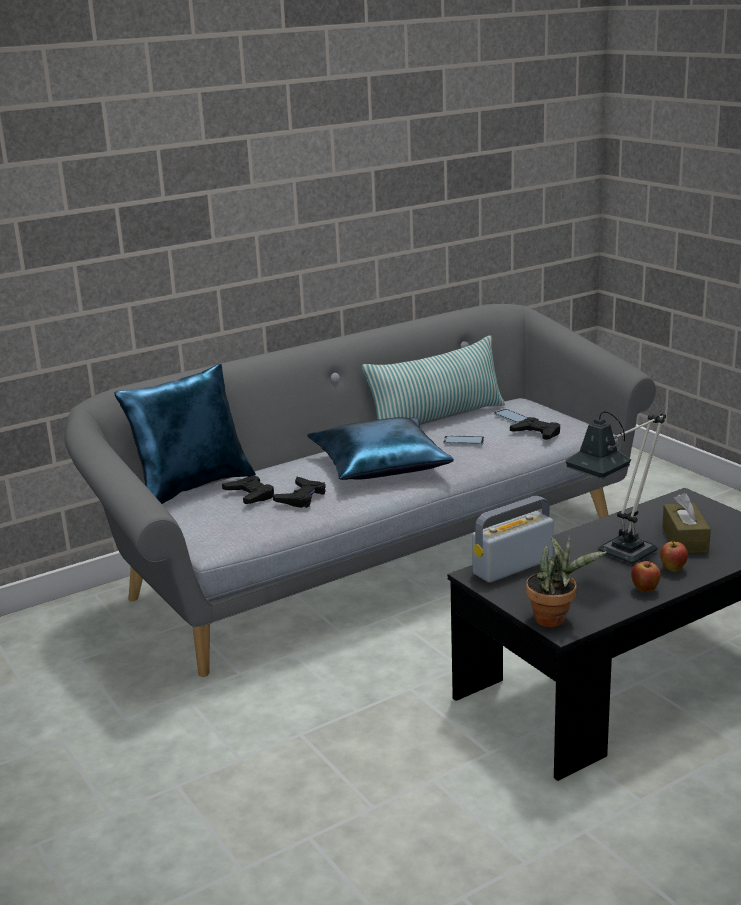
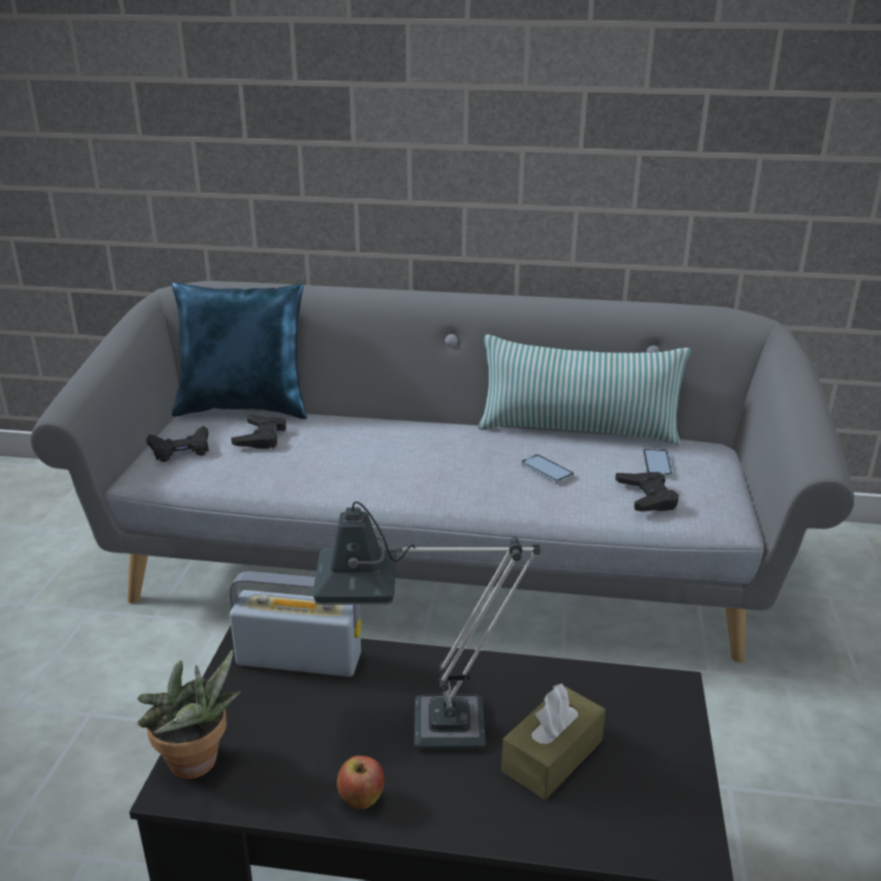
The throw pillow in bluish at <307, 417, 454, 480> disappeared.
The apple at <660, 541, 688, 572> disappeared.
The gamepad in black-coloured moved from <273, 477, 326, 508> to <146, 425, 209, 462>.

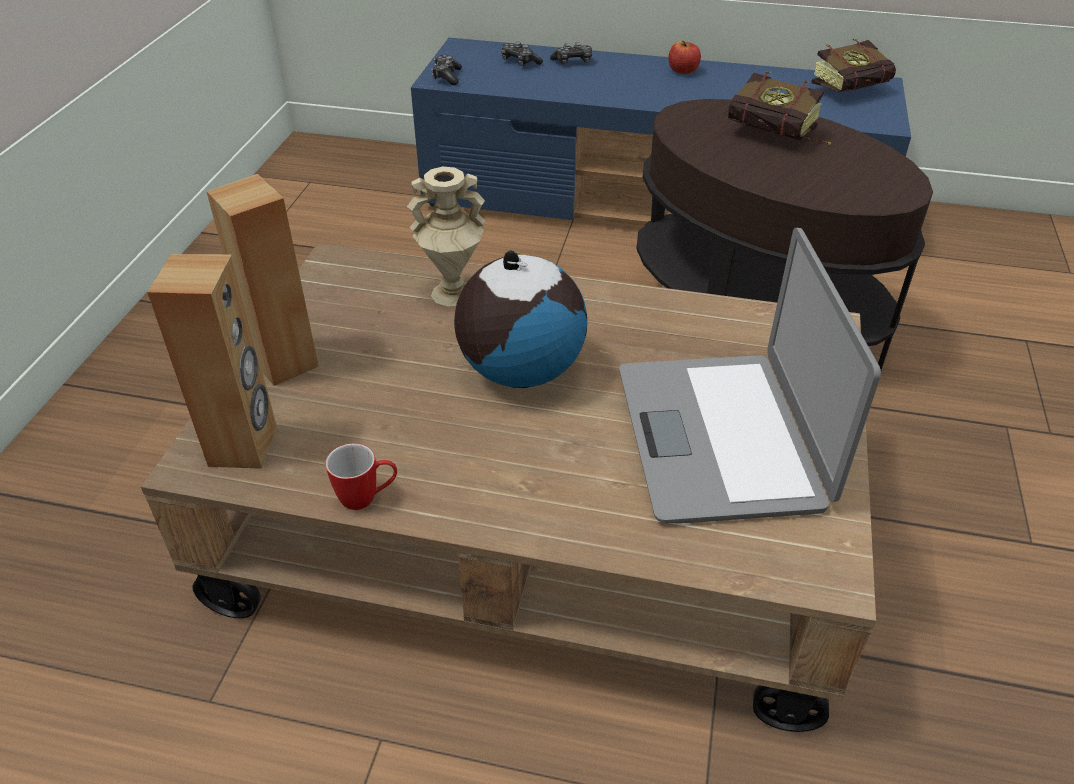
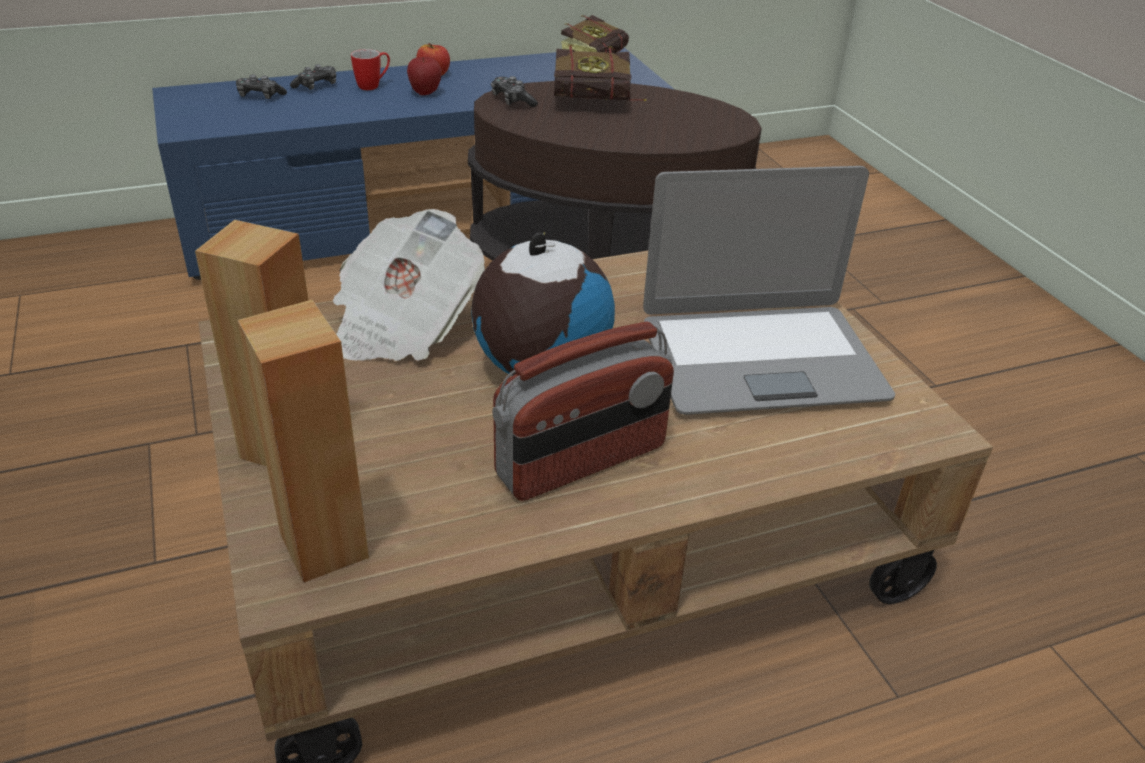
The apple at <407, 57, 442, 95> appeared.
The radio receiver at <492, 321, 674, 501> appeared.
The tea mug moved from <325, 443, 397, 510> to <351, 49, 390, 90>.
The gamepad moved from <431, 55, 462, 85> to <491, 76, 538, 107>.
The decorative vase in beige-coloured at <407, 167, 485, 307> was replaced by the printed paper at <333, 209, 485, 361>.
The notebook computer at <619, 228, 881, 523> turned 60 degrees counterclockwise.

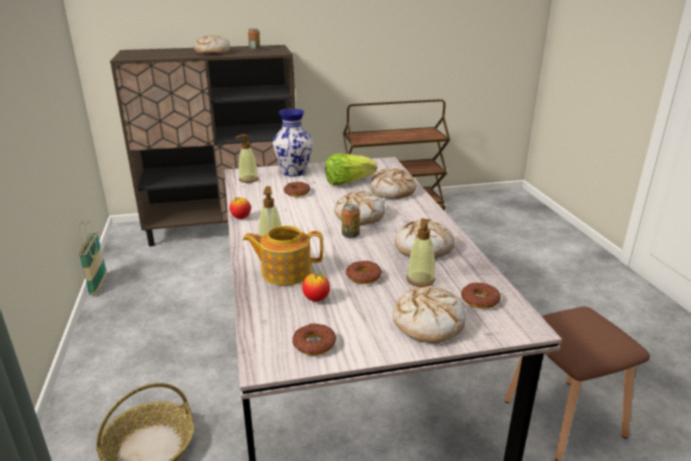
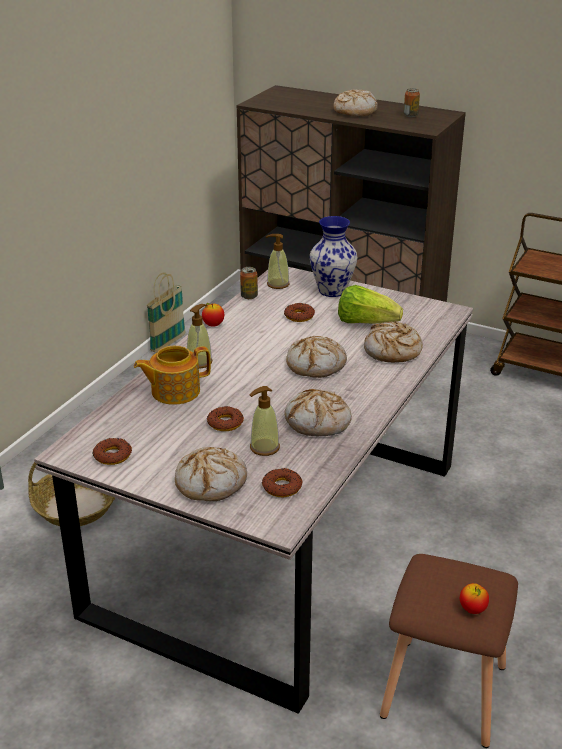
The apple moved from <302, 273, 330, 302> to <460, 583, 489, 614>.
The sealed can moved from <341, 204, 360, 238> to <240, 267, 258, 299>.
The pot for tea at <242, 226, 323, 286> turned 60 degrees counterclockwise.

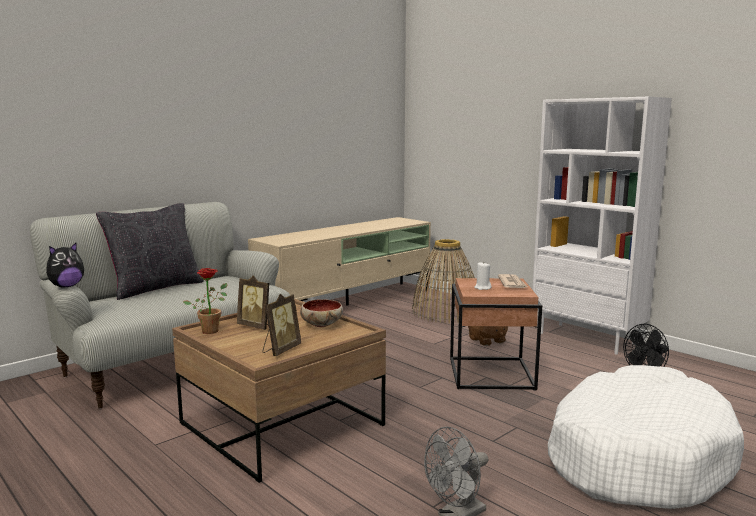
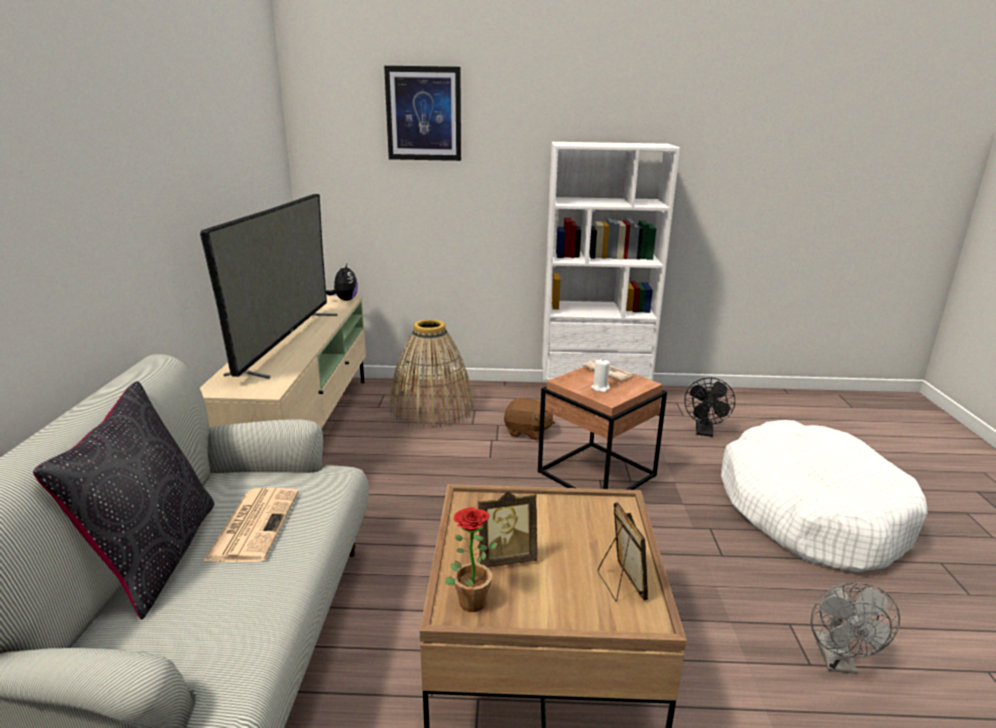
The serving bowl at <300, 299, 343, 327> disappeared.
The TV set at <200, 194, 337, 379> appeared.
The printed paper at <202, 488, 299, 562> appeared.
The wall picture at <384, 66, 461, 161> appeared.
The cuddly toy moved from <46, 243, 84, 287> to <326, 264, 358, 301>.

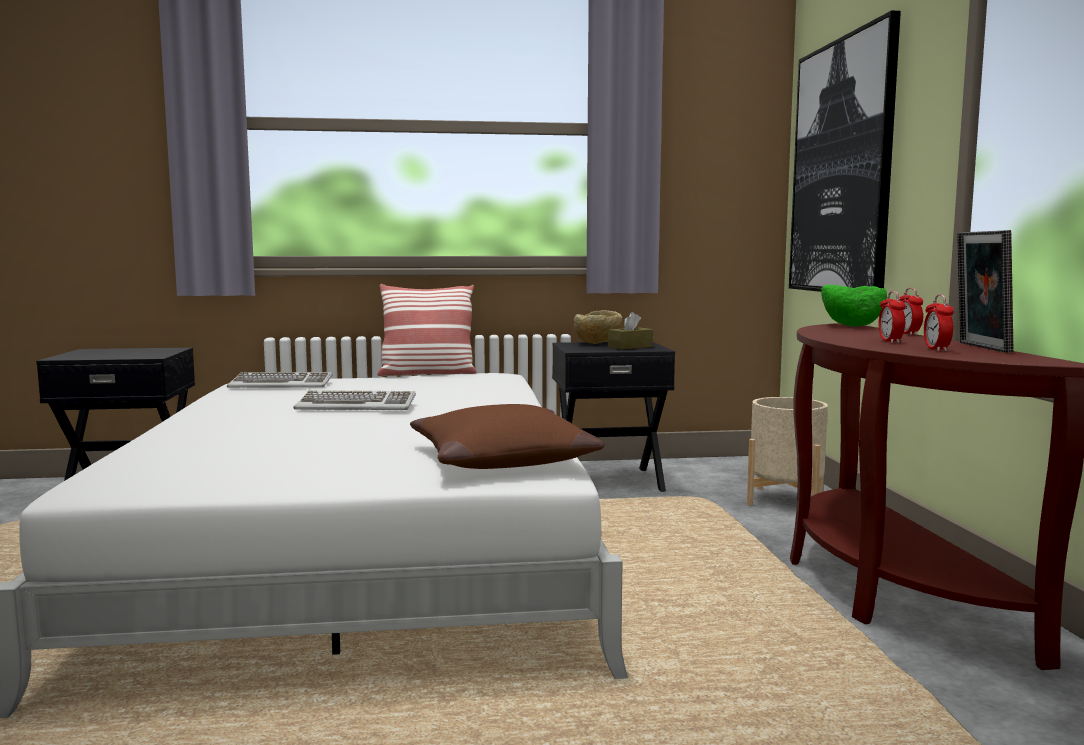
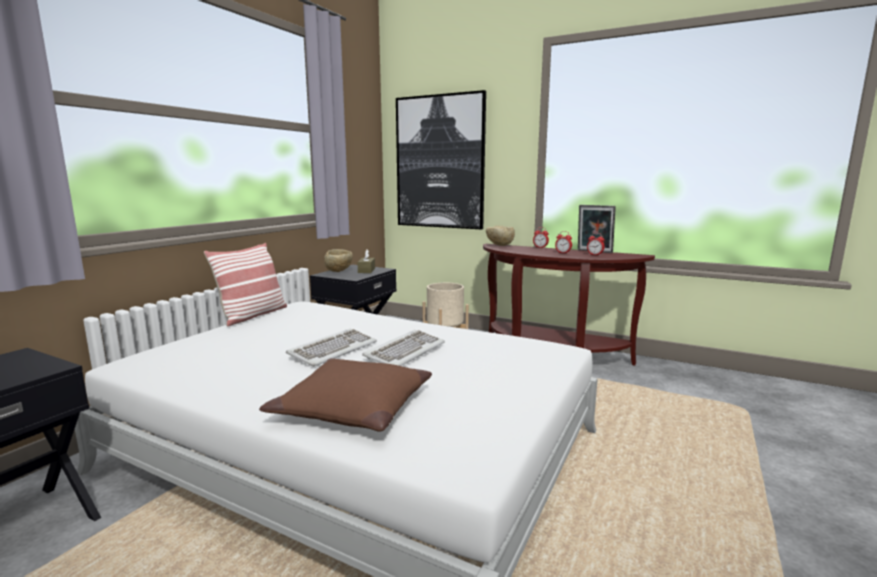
The computer keyboard moved from <227, 372, 333, 388> to <362, 330, 445, 366>.
The throw pillow in brown-coloured moved from <410, 404, 605, 469> to <259, 358, 432, 432>.
The serving bowl in greenish at <821, 285, 887, 327> became the serving bowl in beige-coloured at <486, 226, 515, 246>.

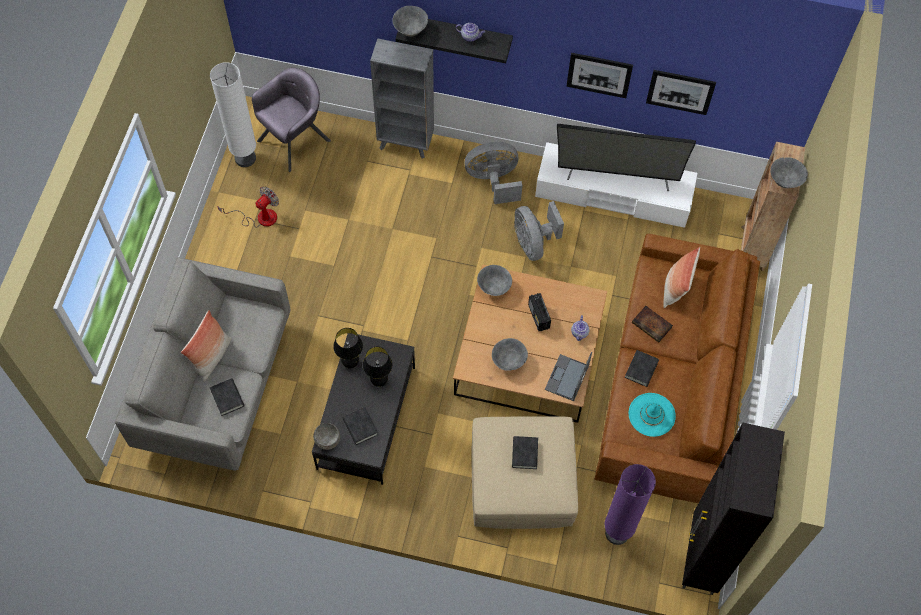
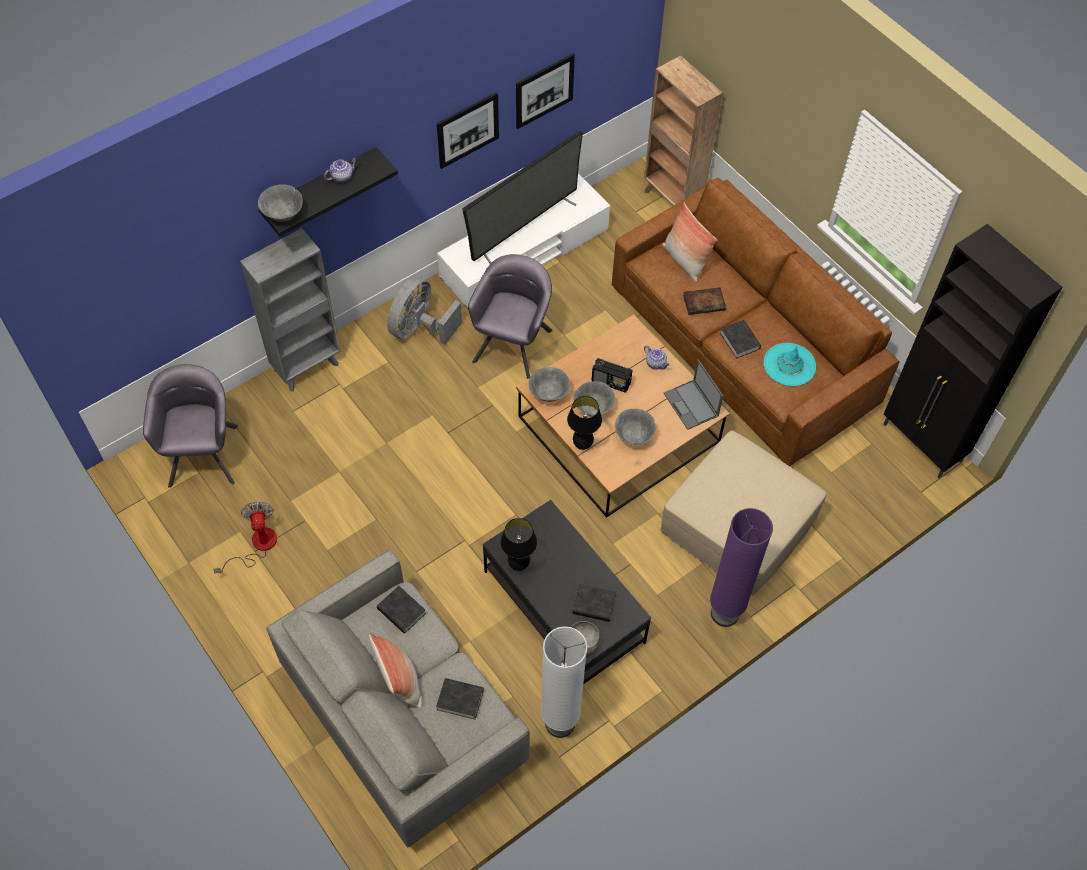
The standing lamp in white-coloured moved from <210, 62, 256, 167> to <541, 626, 587, 738>.
The table lamp in black-coloured moved from <363, 347, 393, 387> to <567, 396, 602, 450>.
The bound book in black-coloured moved from <512, 436, 538, 469> to <377, 586, 426, 633>.
The standing lamp in purple moved from <604, 464, 656, 545> to <710, 508, 773, 627>.
The serving bowl in greyish moved from <770, 157, 808, 188> to <573, 381, 615, 416>.
The electric fan in greyish at <514, 201, 564, 261> was replaced by the armchair in greyish at <468, 254, 553, 379>.

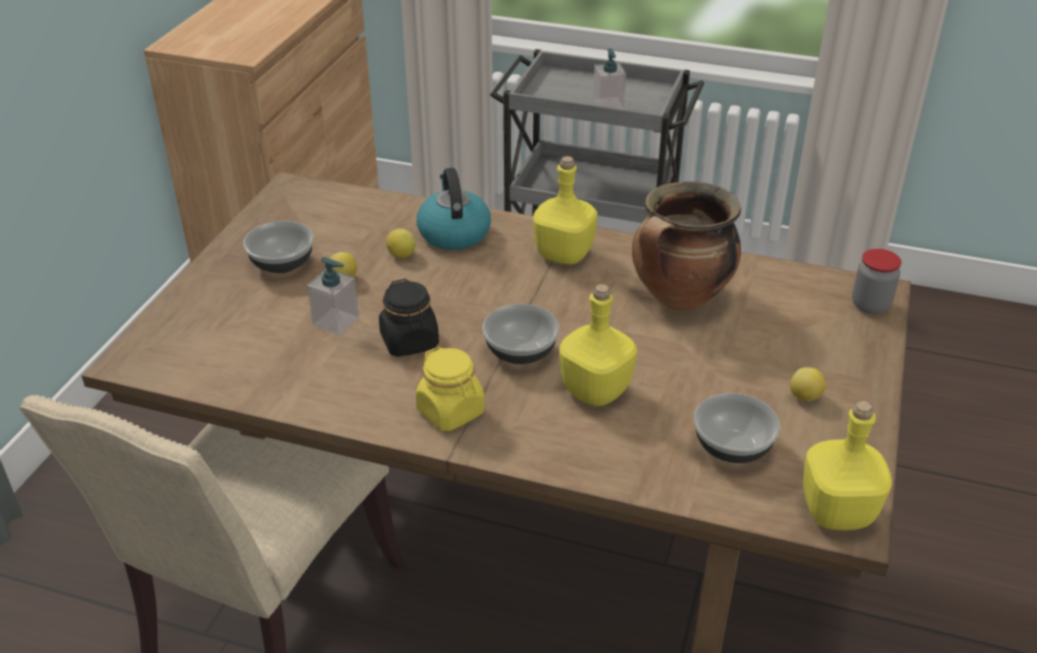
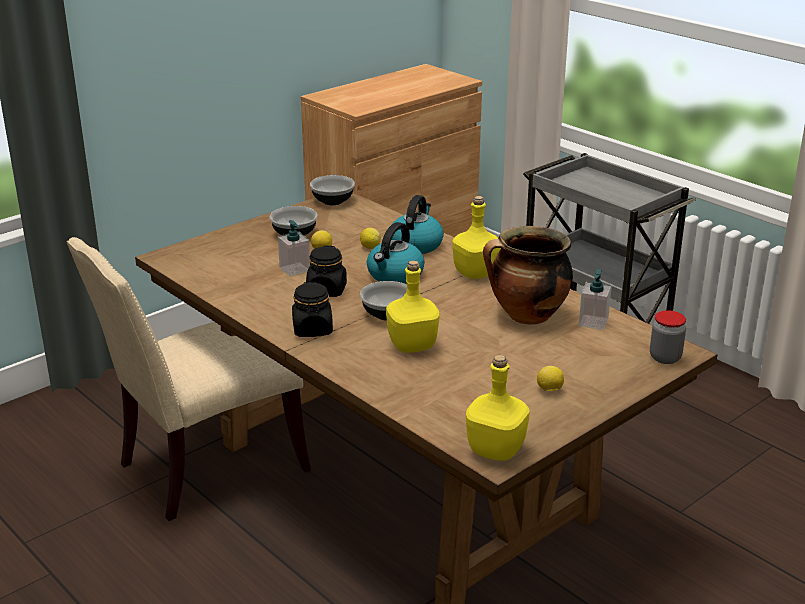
The water kettle at <367, 222, 425, 284> appeared.
The soap dispenser moved from <593, 48, 626, 109> to <579, 269, 612, 330>.
The serving bowl moved from <694, 393, 780, 463> to <310, 175, 355, 205>.
The preserve jar in yellow-coloured at <416, 347, 484, 431> became the preserve jar in black-coloured at <292, 282, 333, 337>.

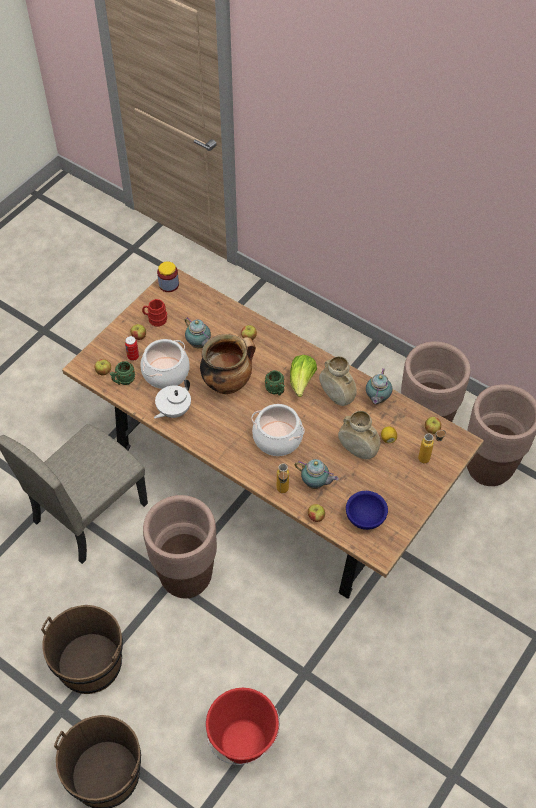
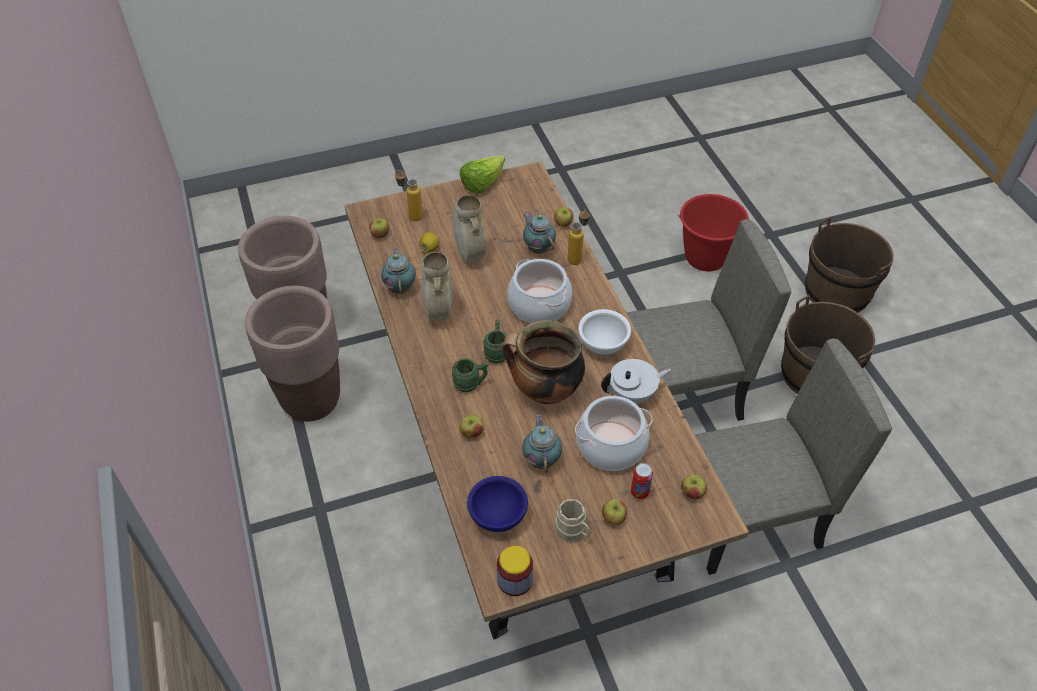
The serving bowl in white-coloured at <578, 309, 631, 355> appeared.
The tea mug in greenish moved from <110, 361, 135, 385> to <452, 358, 489, 392>.
The lettuce moved from <290, 355, 317, 397> to <460, 155, 505, 194>.
The serving bowl in bluish moved from <346, 491, 388, 530> to <467, 476, 528, 532>.
The plant pot in brown-coloured at <143, 495, 217, 598> was replaced by the upright chair in beige-coloured at <626, 219, 791, 421>.
The tea mug in red-coloured at <142, 299, 167, 327> became the tea mug in beige-coloured at <555, 499, 591, 542>.
The pot for tea at <366, 368, 392, 404> turned 60 degrees counterclockwise.

